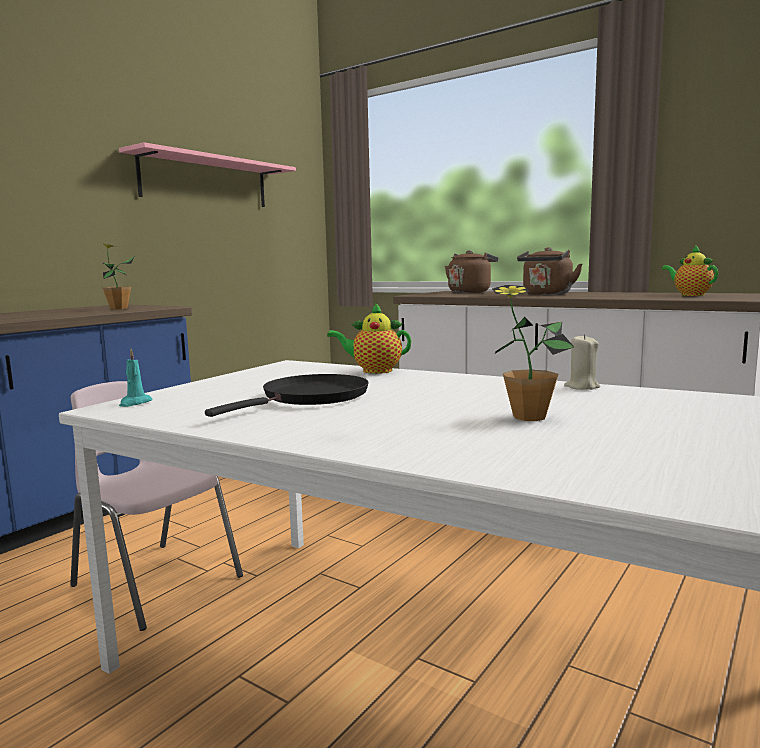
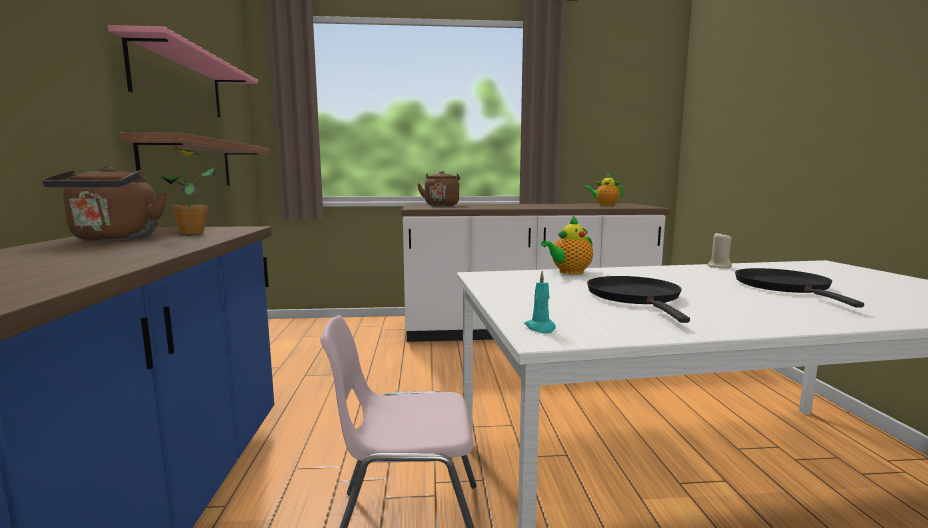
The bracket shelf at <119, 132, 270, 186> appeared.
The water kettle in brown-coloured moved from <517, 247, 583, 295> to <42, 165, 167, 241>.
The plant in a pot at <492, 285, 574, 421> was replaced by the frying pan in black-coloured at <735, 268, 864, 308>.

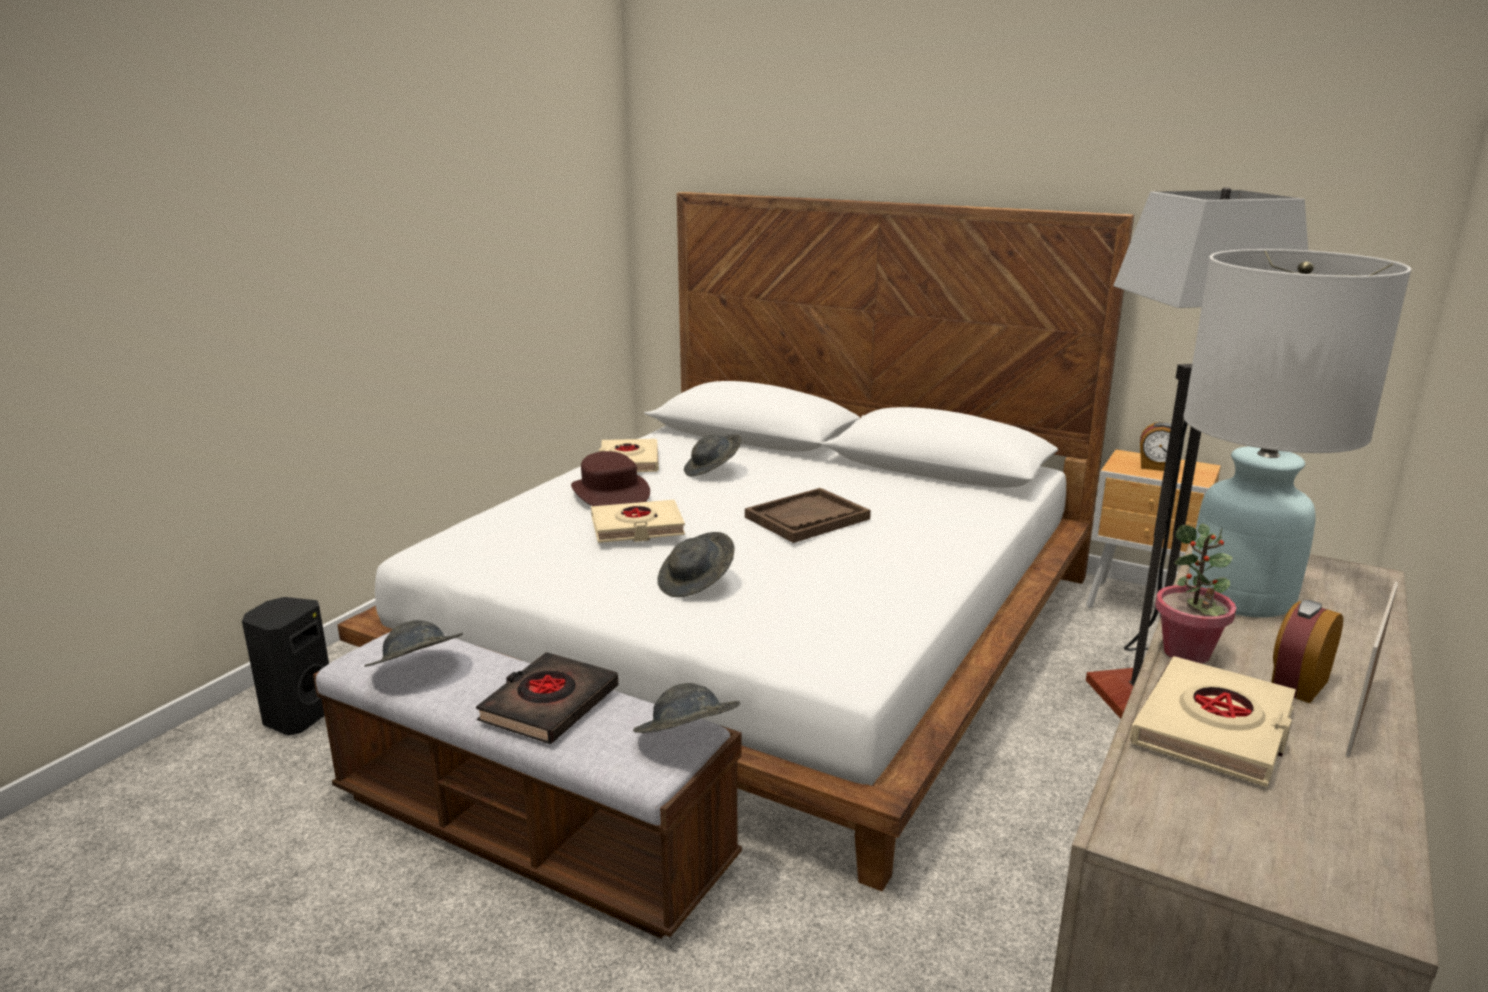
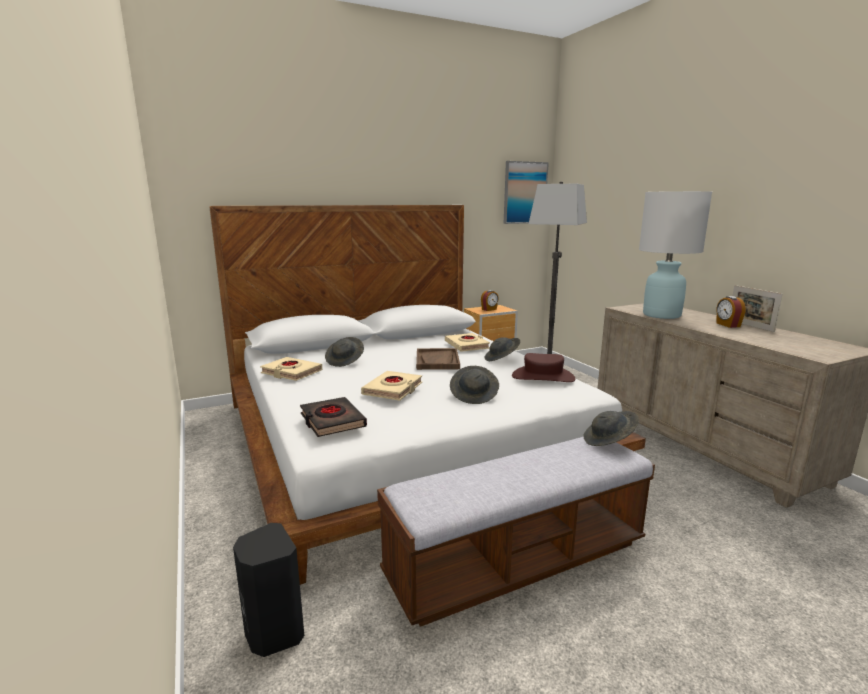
The plant in a pot at <1155, 523, 1236, 664> disappeared.
The wall picture at <504, 161, 549, 224> appeared.
The clothing hat in greyish moved from <364, 620, 463, 667> to <485, 337, 520, 361>.
The bound book in black-coloured moved from <476, 652, 618, 744> to <300, 397, 367, 437>.
The clothing hat in brown-coloured moved from <571, 451, 650, 506> to <512, 353, 575, 382>.
The bound book in beige-coloured moved from <1130, 656, 1296, 787> to <445, 333, 490, 352>.

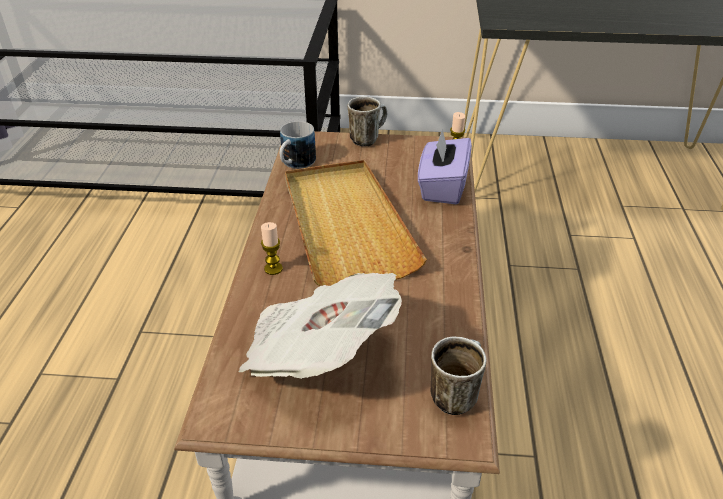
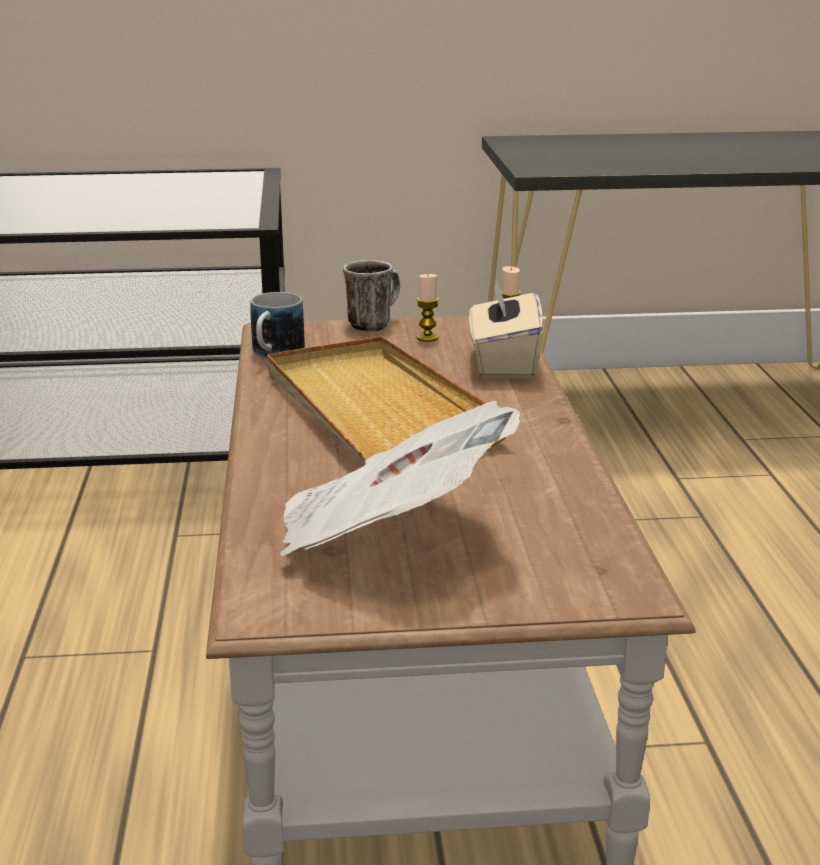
The tea mug at <431, 337, 486, 415> disappeared.
The wax light moved from <261, 222, 283, 275> to <417, 274, 439, 342>.
The tissue holder in purple at <418, 129, 472, 204> became the tissue holder in beige-coloured at <469, 277, 544, 378>.

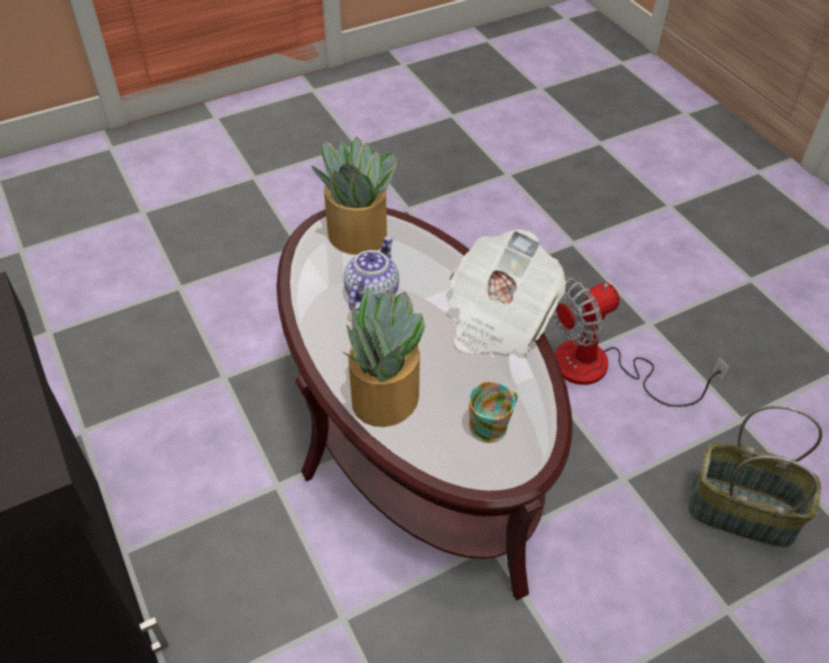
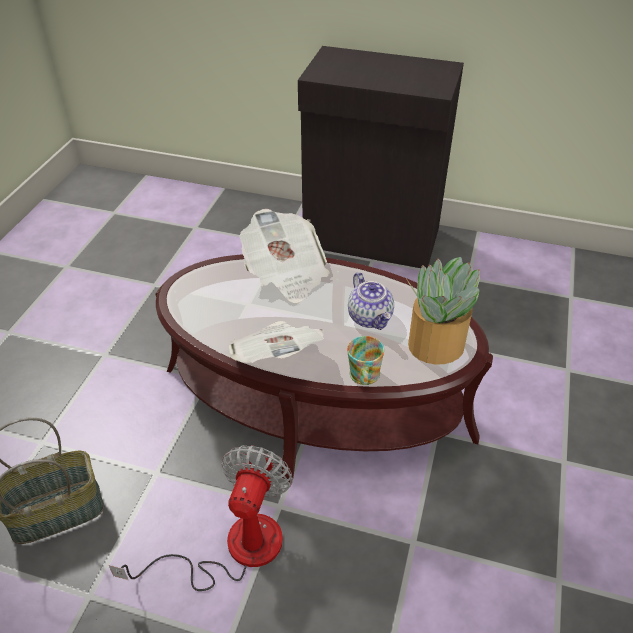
The tea mug moved from <469, 382, 517, 442> to <347, 336, 384, 385>.
The plant in a pot at <343, 289, 427, 427> was replaced by the printed paper at <239, 209, 330, 303>.

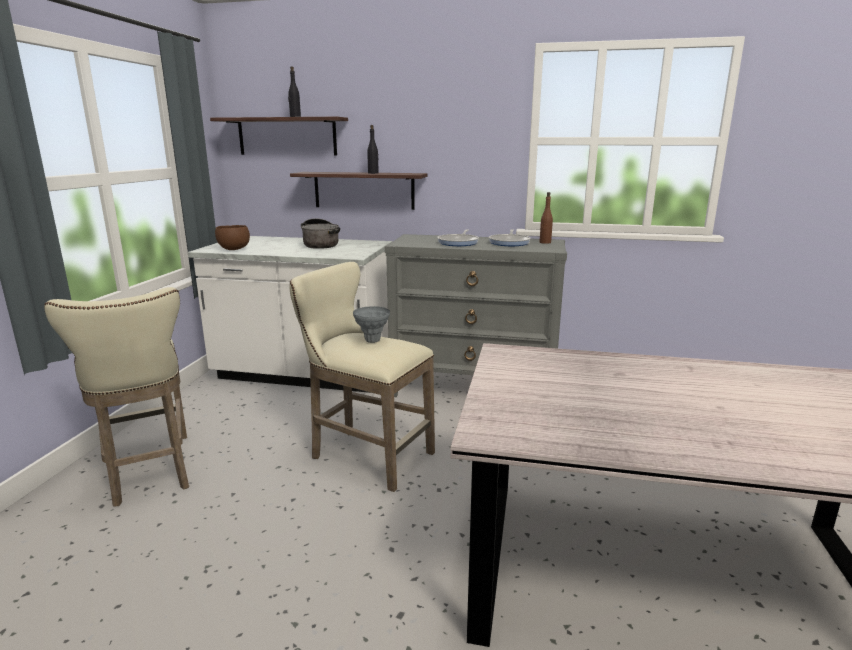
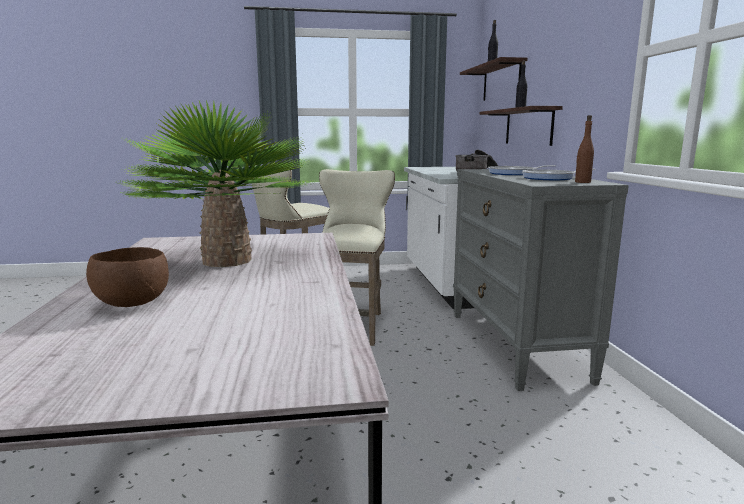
The decorative vase in greyish at <353, 306, 390, 343> disappeared.
The plant in a pot at <118, 100, 318, 267> appeared.
The serving bowl in brown-coloured moved from <215, 225, 250, 250> to <86, 247, 169, 307>.

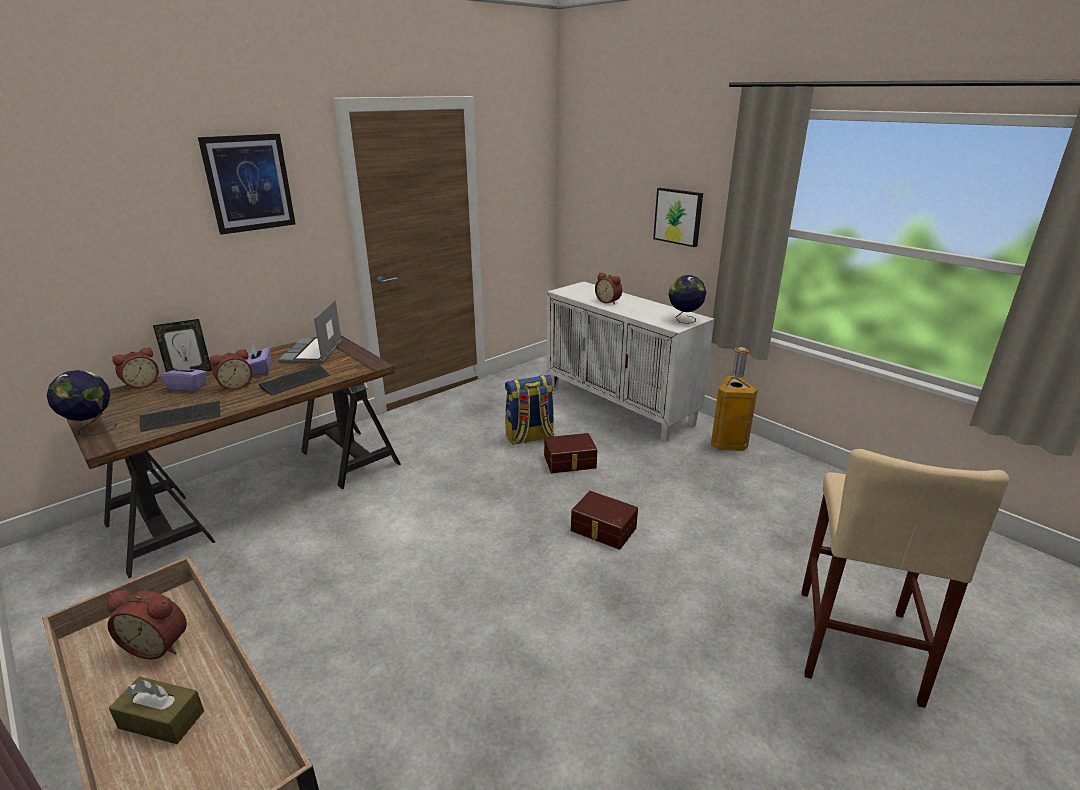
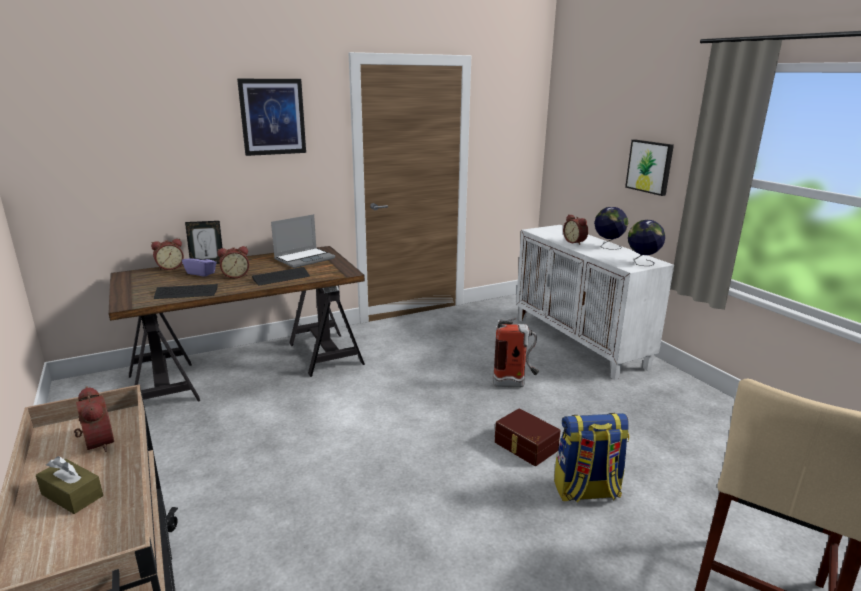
The tissue holder in purple at <246, 345, 271, 376> disappeared.
The waste bin at <711, 347, 758, 451> disappeared.
The world globe moved from <46, 370, 117, 436> to <594, 207, 628, 250>.
The knapsack moved from <505, 375, 554, 445> to <554, 413, 629, 503>.
The storage bin in brown-coloured at <544, 433, 597, 473> was replaced by the fire extinguisher at <493, 318, 539, 388>.
The bedside clock at <107, 591, 187, 659> turned 150 degrees counterclockwise.
The notebook computer at <278, 299, 342, 363> turned 150 degrees counterclockwise.

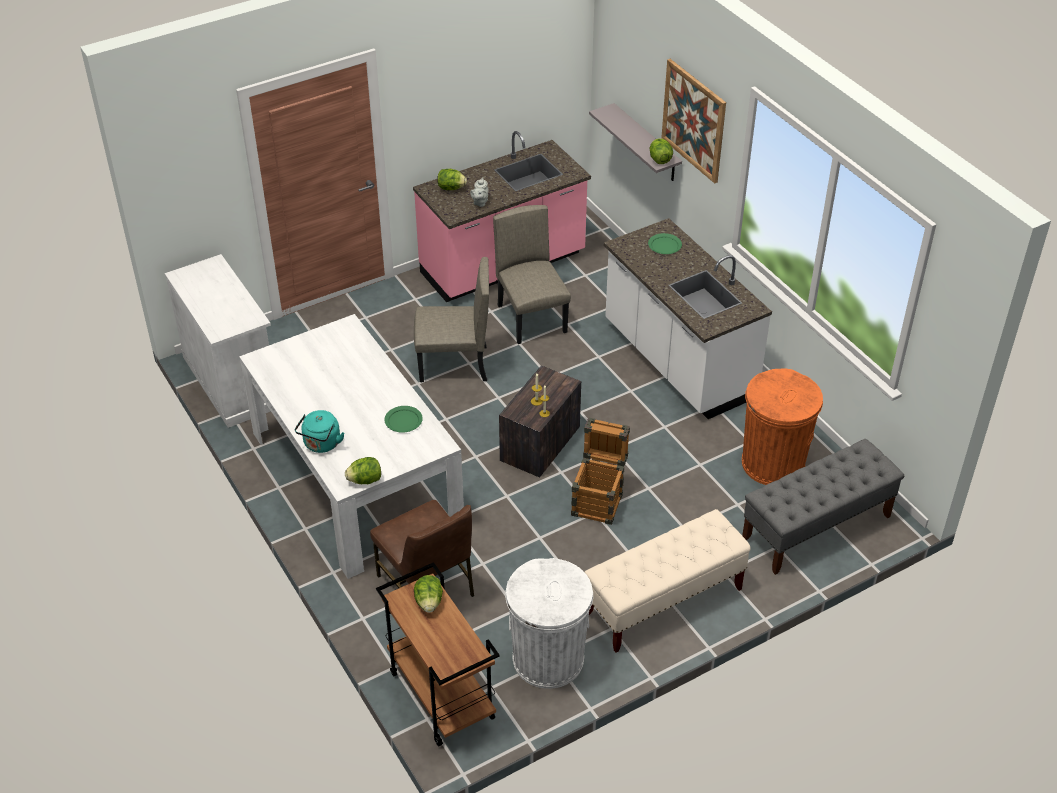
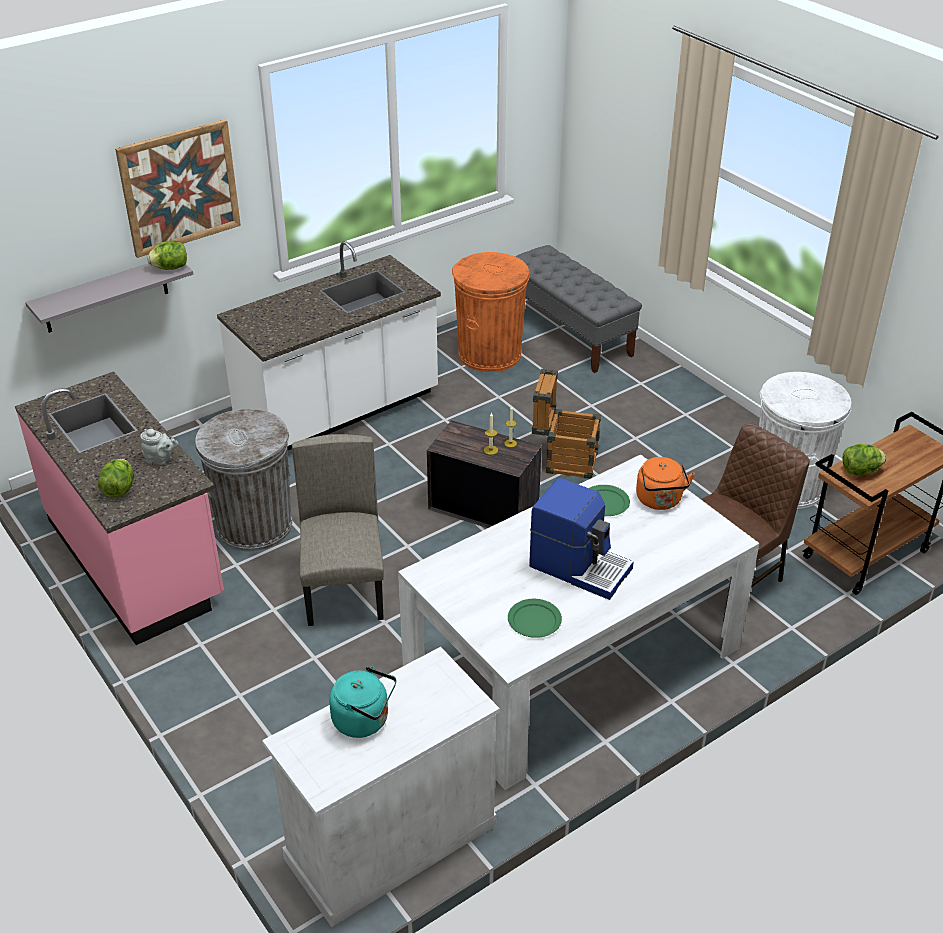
The lettuce at <345, 457, 381, 484> disappeared.
The bench in beige-coloured at <585, 509, 751, 653> disappeared.
The coffee brewer at <529, 478, 634, 600> appeared.
The water kettle in orangey at <636, 457, 695, 510> appeared.
The water kettle in turquoise moved from <295, 410, 344, 453> to <329, 666, 396, 738>.
The flat dish in greenish moved from <648, 233, 682, 254> to <508, 599, 562, 638>.
The upright chair in beige-coloured at <493, 205, 571, 344> was replaced by the waste bin in greyish at <195, 409, 292, 551>.

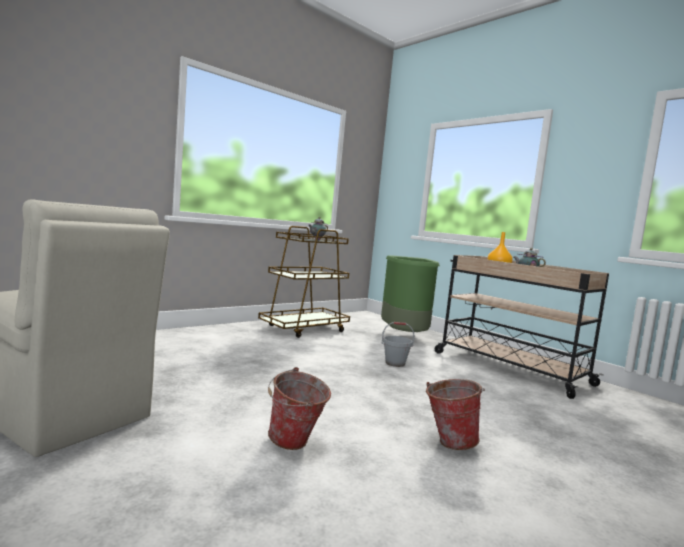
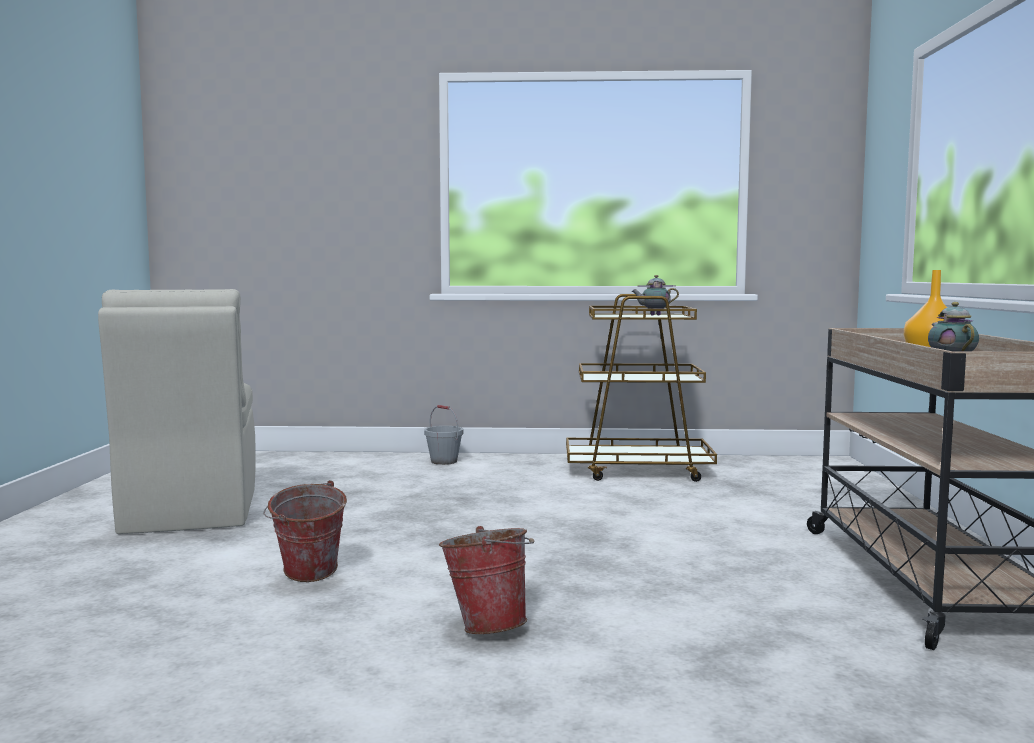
The waste bin in greenish at <381, 255, 440, 332> disappeared.
The water bucket in greyish moved from <382, 322, 414, 367> to <424, 405, 463, 465>.

